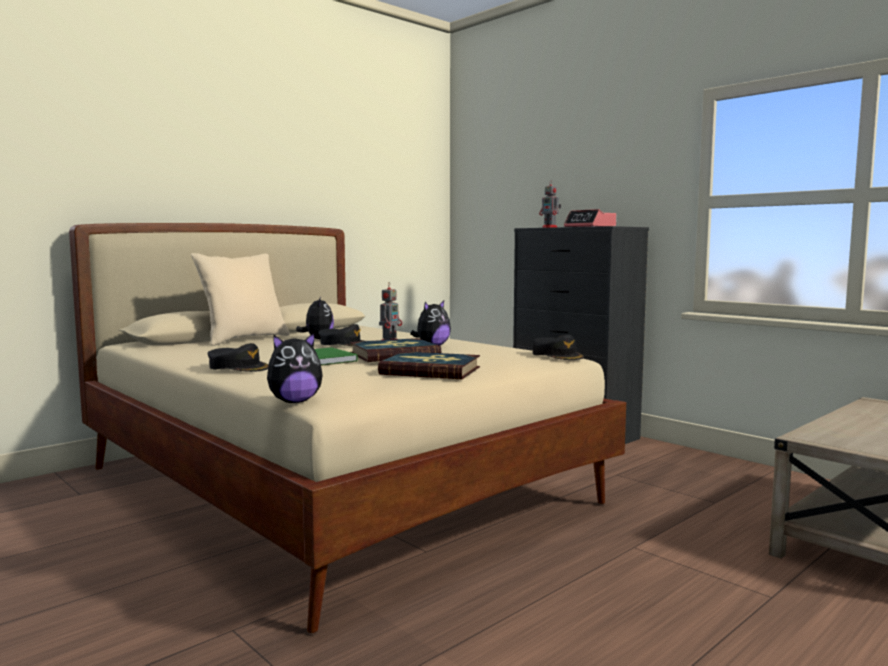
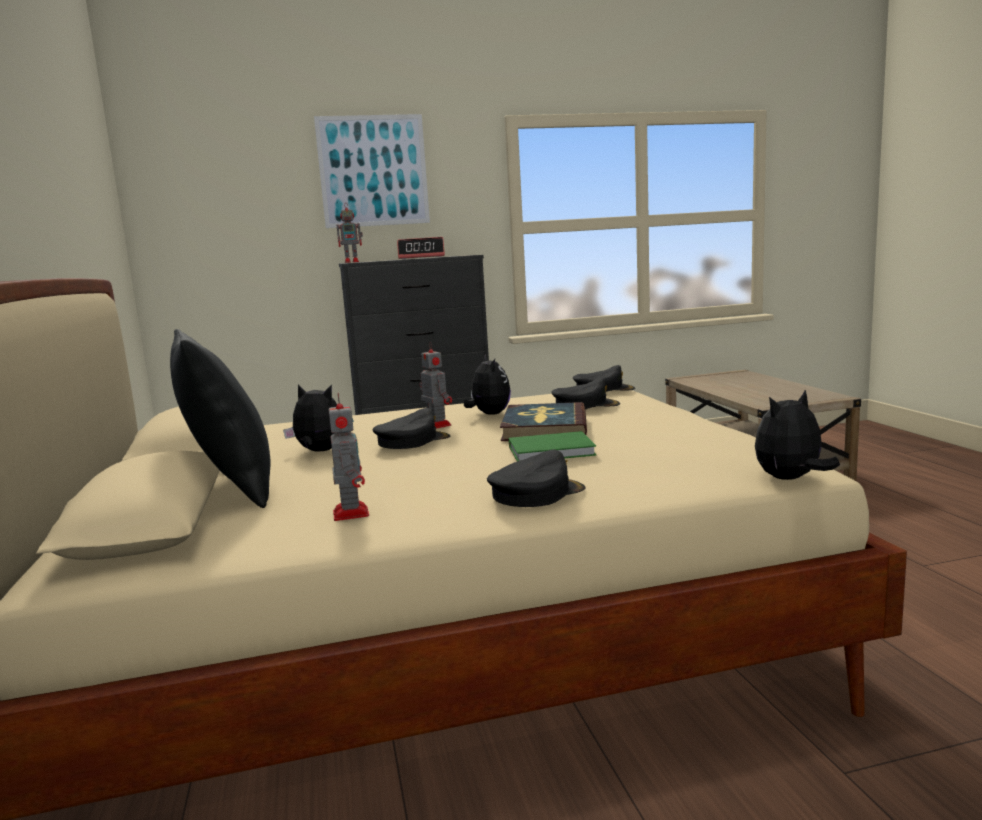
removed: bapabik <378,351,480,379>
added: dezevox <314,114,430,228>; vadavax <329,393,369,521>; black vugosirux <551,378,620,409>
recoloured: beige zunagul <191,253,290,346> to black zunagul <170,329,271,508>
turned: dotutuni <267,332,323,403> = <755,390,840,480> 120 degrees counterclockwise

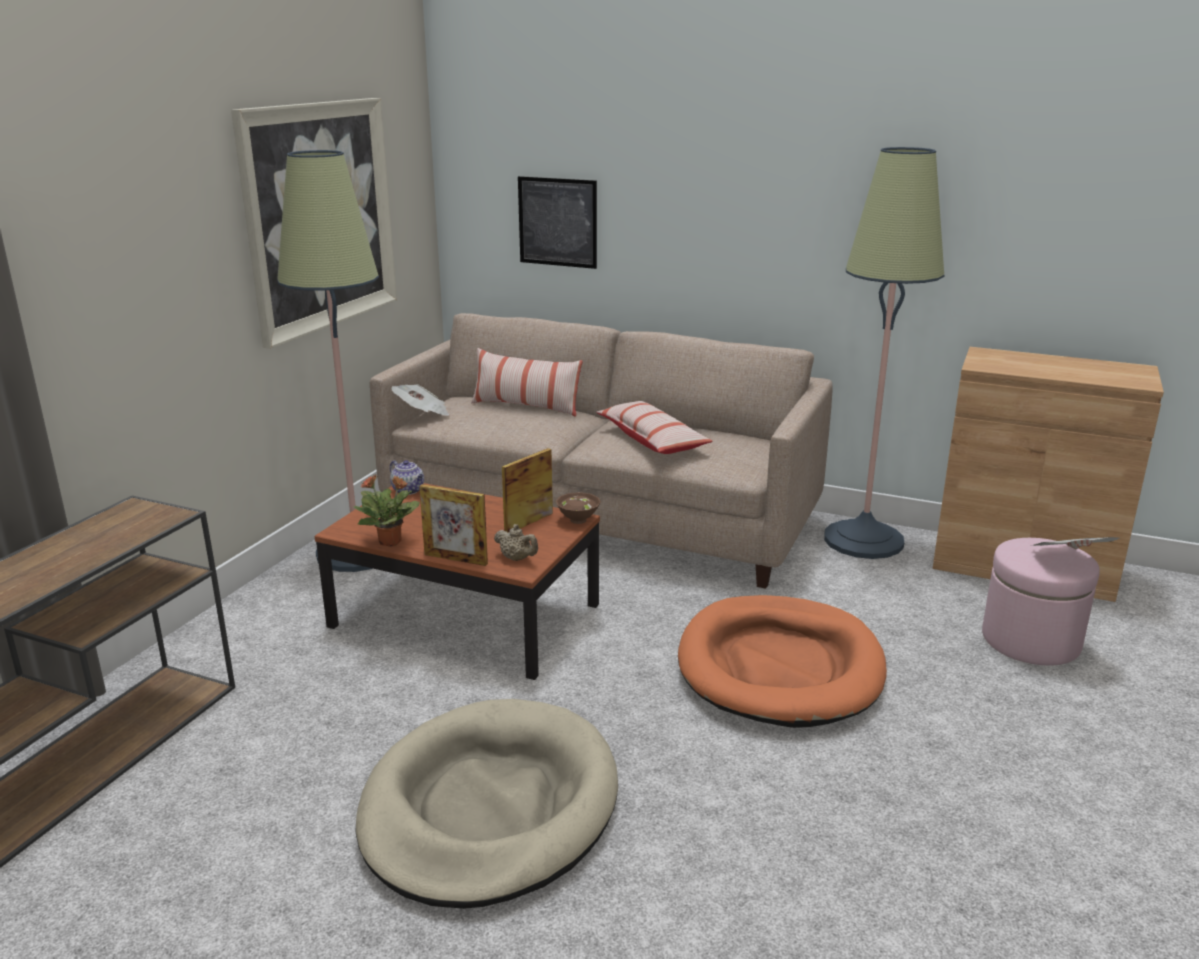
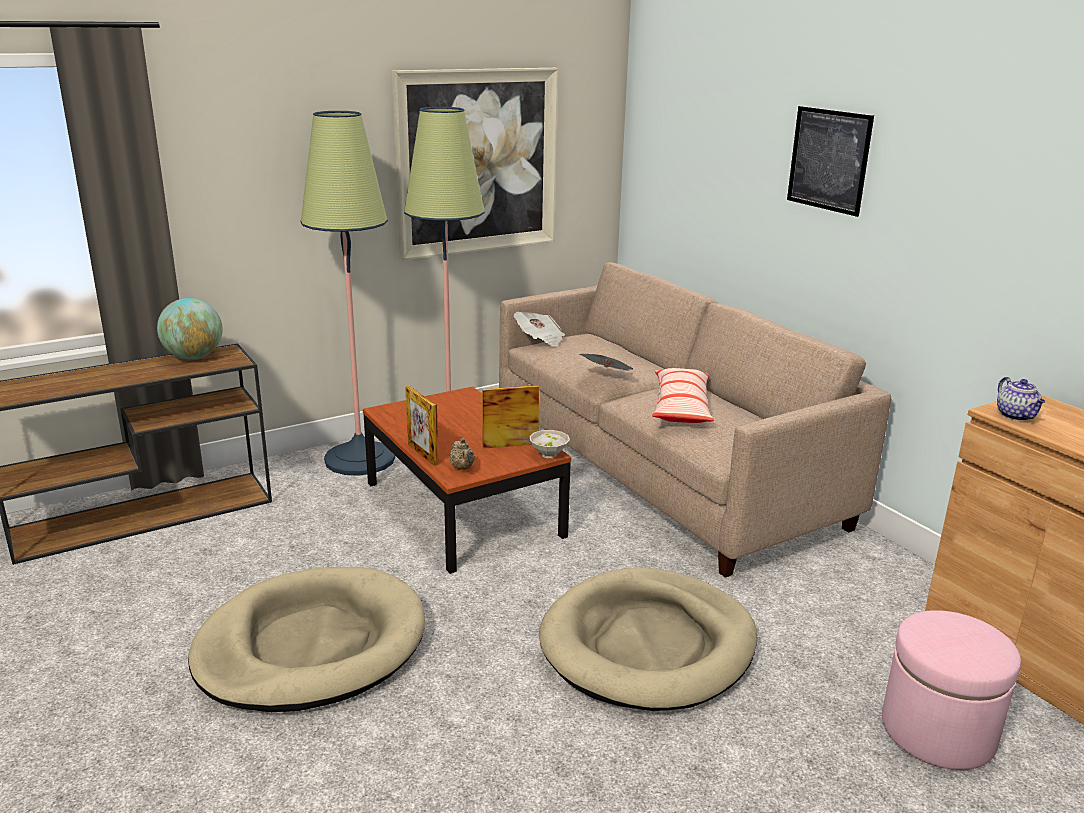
removed: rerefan <354,475,420,547>; zunagul <471,348,583,417>
added: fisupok <157,298,223,359>
moved: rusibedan <824,147,945,559> to <301,111,395,476>; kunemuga <1031,537,1119,549> to <580,354,633,370>; dezevox <518,176,597,269> to <787,106,874,217>; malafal <390,460,424,495> to <997,377,1045,421>
recoloured: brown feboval <556,492,601,524> to white feboval <529,430,570,458>; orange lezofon <678,595,887,728> to beige lezofon <539,568,757,711>

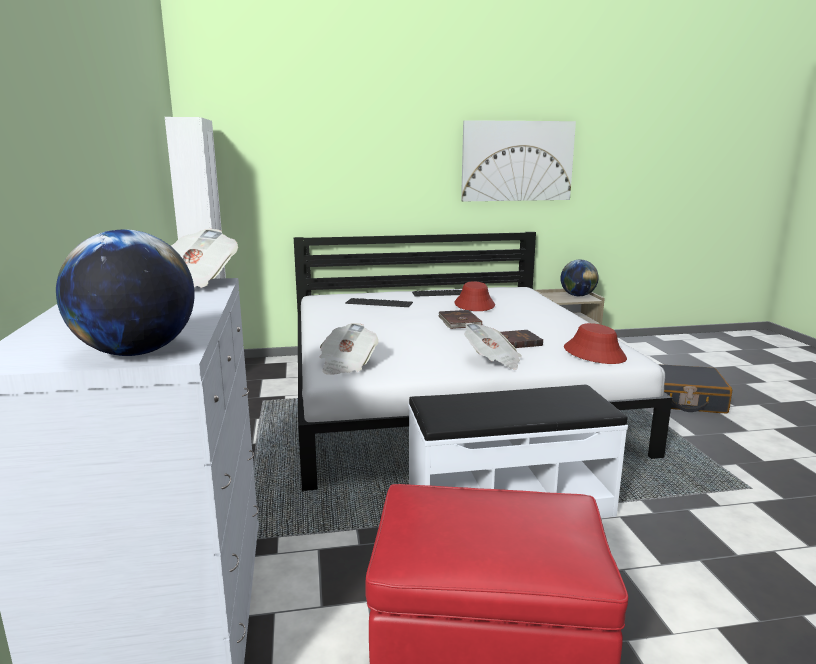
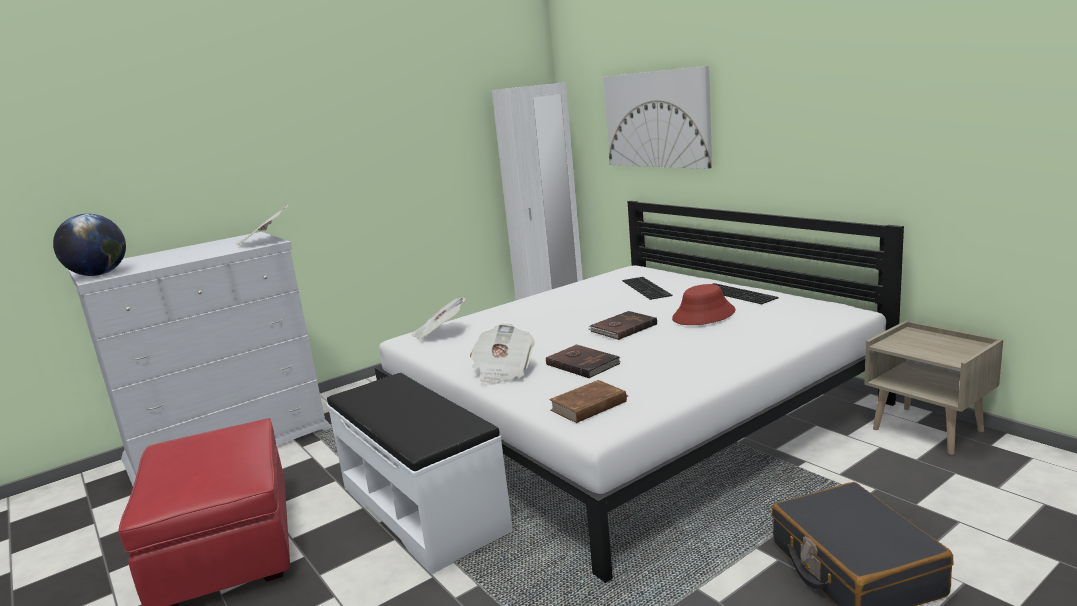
removed: fisupok <560,260,599,296>
moved: dezevox <461,120,576,202> to <603,66,712,169>
replaced: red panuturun <564,323,627,364> to brown bapabik <549,380,628,423>

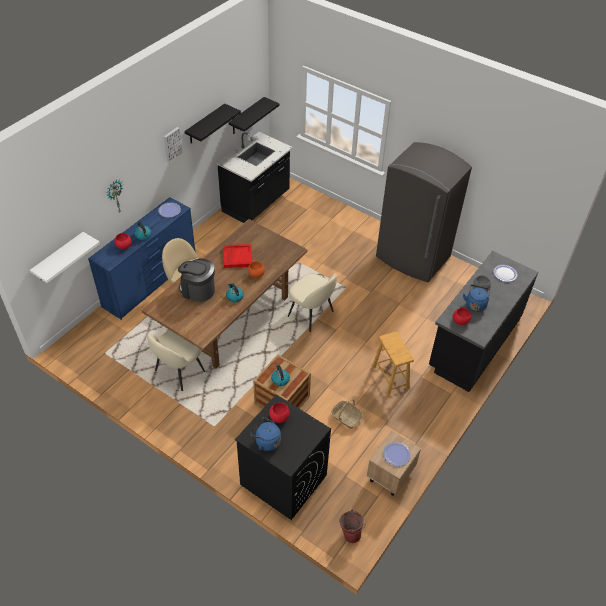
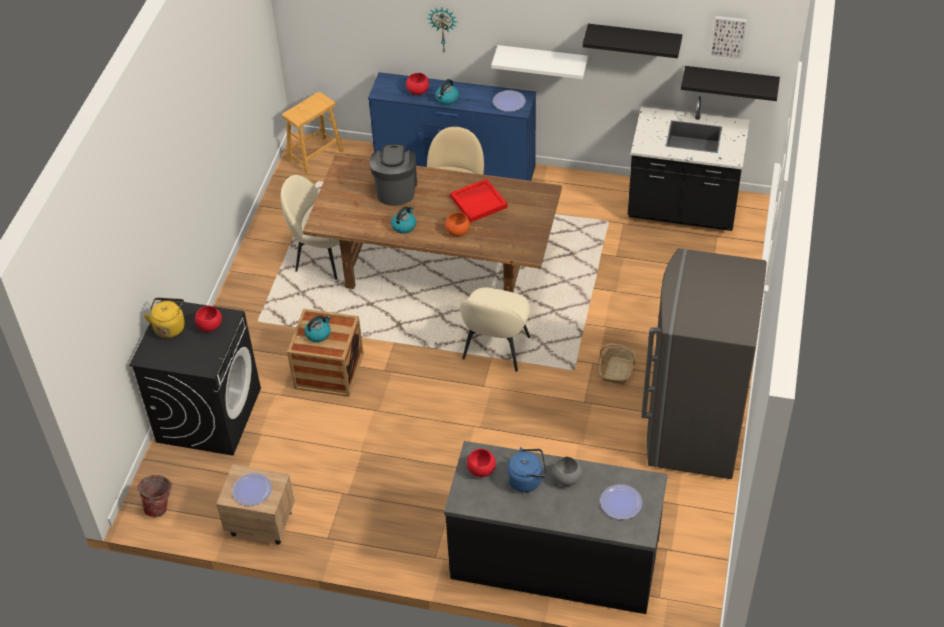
moved: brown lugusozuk <372,332,414,395> to <282,92,344,174>; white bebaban <30,232,100,283> to <491,45,588,79>; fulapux <331,399,363,429> to <599,344,636,385>; dezevox <164,127,183,162> to <711,16,747,59>
recoloured: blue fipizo <251,417,281,451> to yellow fipizo <143,298,185,338>

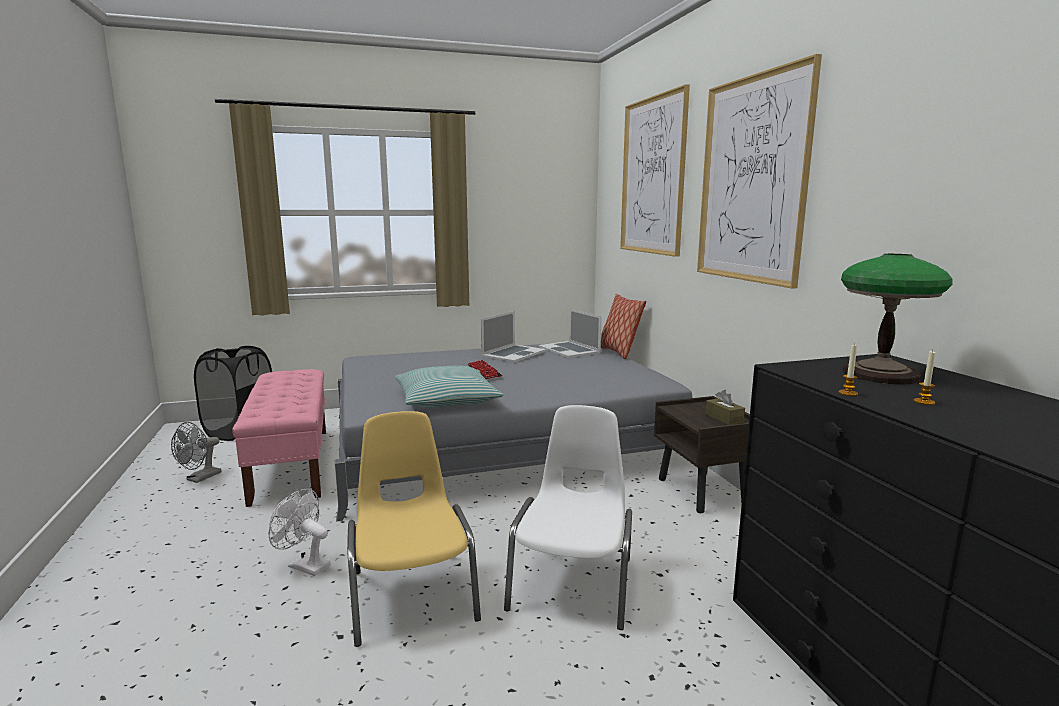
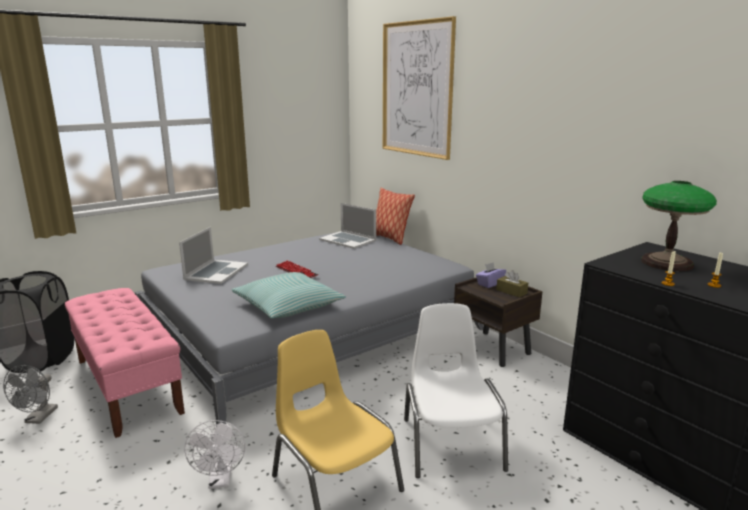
removed: dezevox <697,54,822,288>
added: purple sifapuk <476,262,506,288>
moved: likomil <481,311,546,363> to <179,227,248,284>
turned: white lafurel <268,489,331,576> = <184,420,245,489> 105 degrees counterclockwise

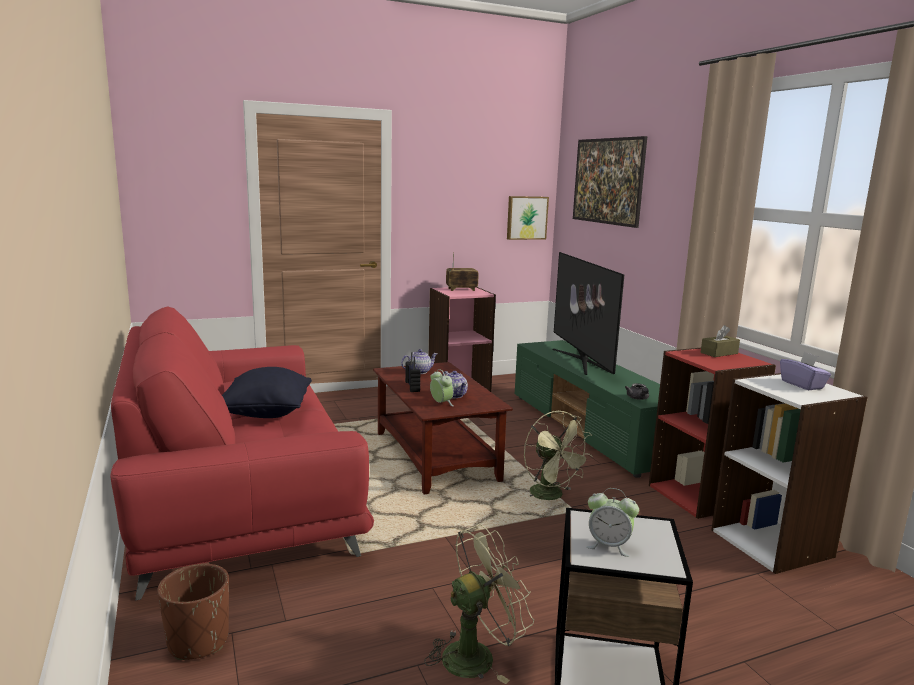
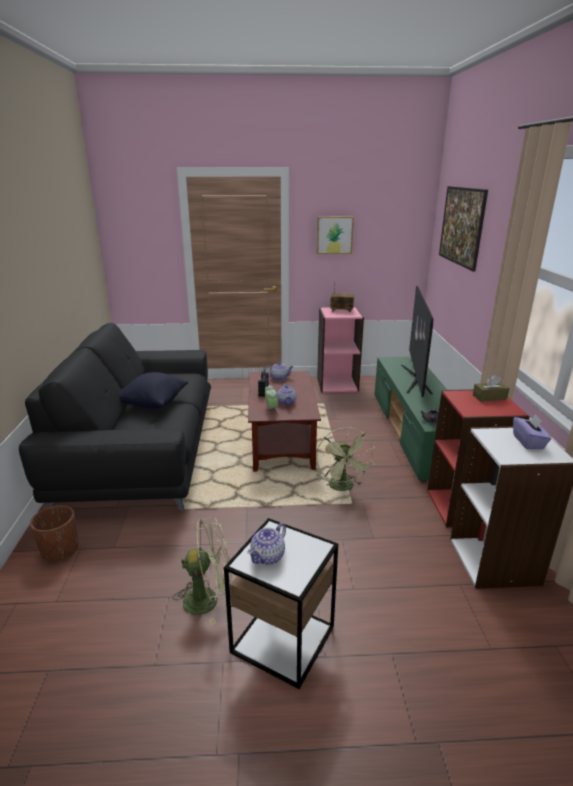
moved: dezevox <507,196,549,240> to <317,216,354,254>
replaced: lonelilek <587,488,639,557> to malafal <247,523,286,565>
recoloured: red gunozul <110,306,374,600> to black gunozul <19,323,211,511>

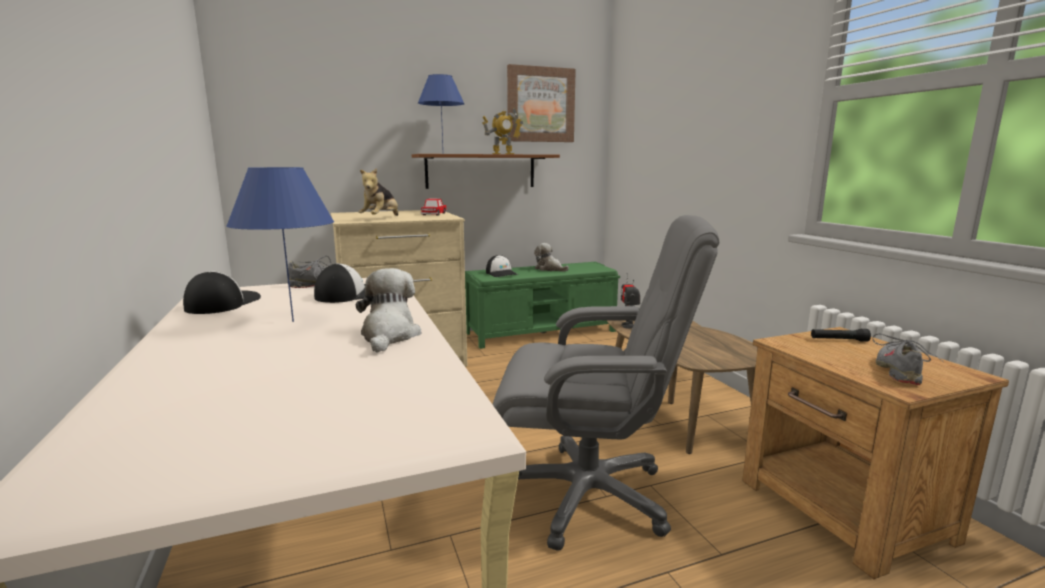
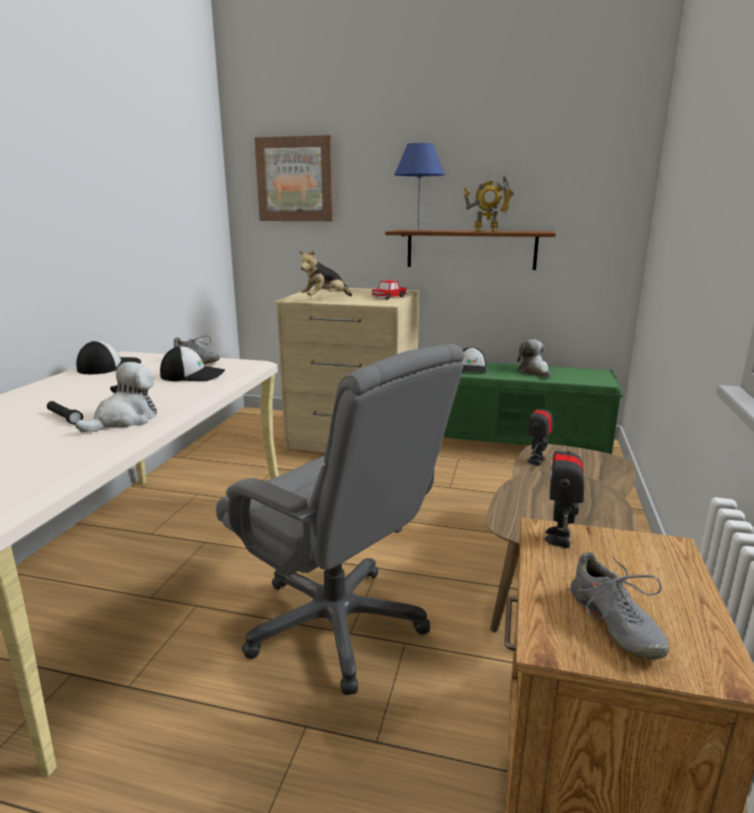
removed: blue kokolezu <226,167,334,322>
added: vadavax <544,428,584,548>
moved: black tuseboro <811,329,871,342> to <47,401,83,425>; dezevox <507,64,576,142> to <254,135,334,221>
turned: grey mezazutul <872,333,943,385> = <566,552,669,659> 105 degrees clockwise

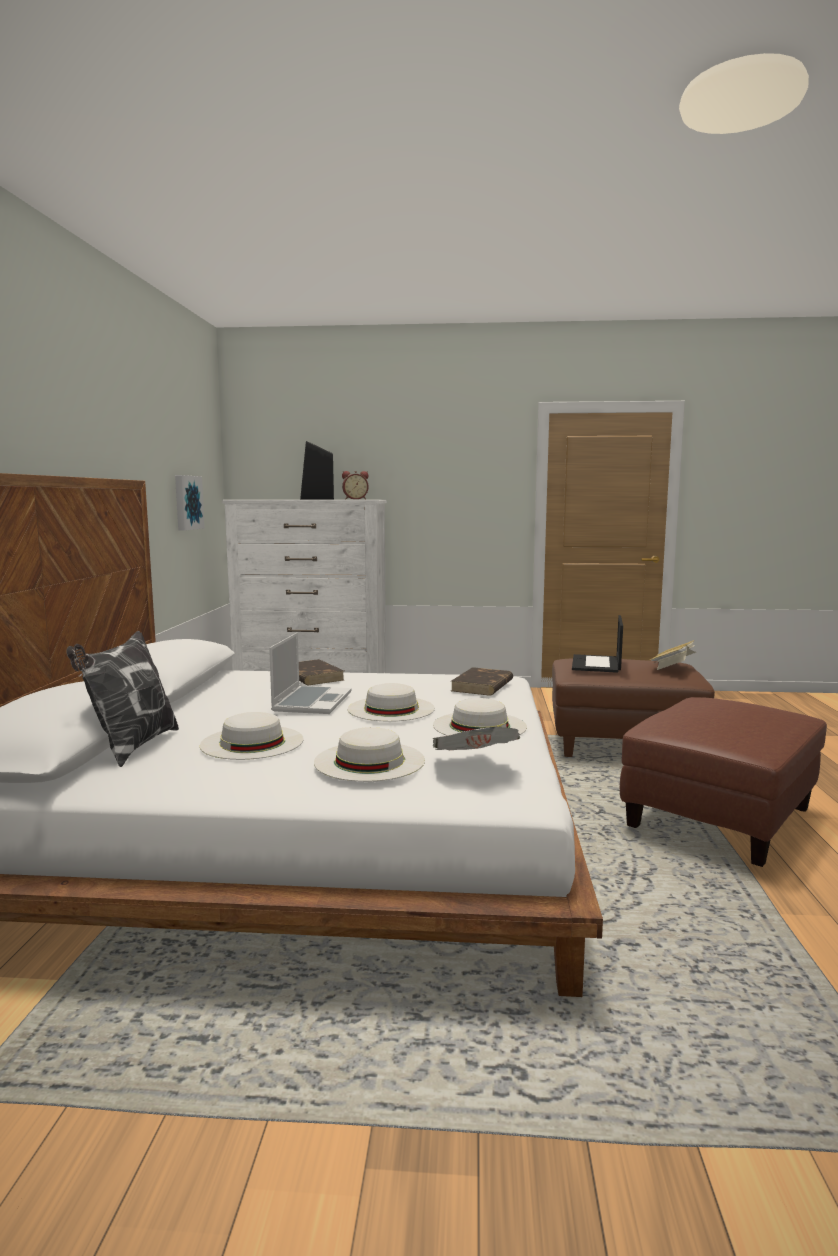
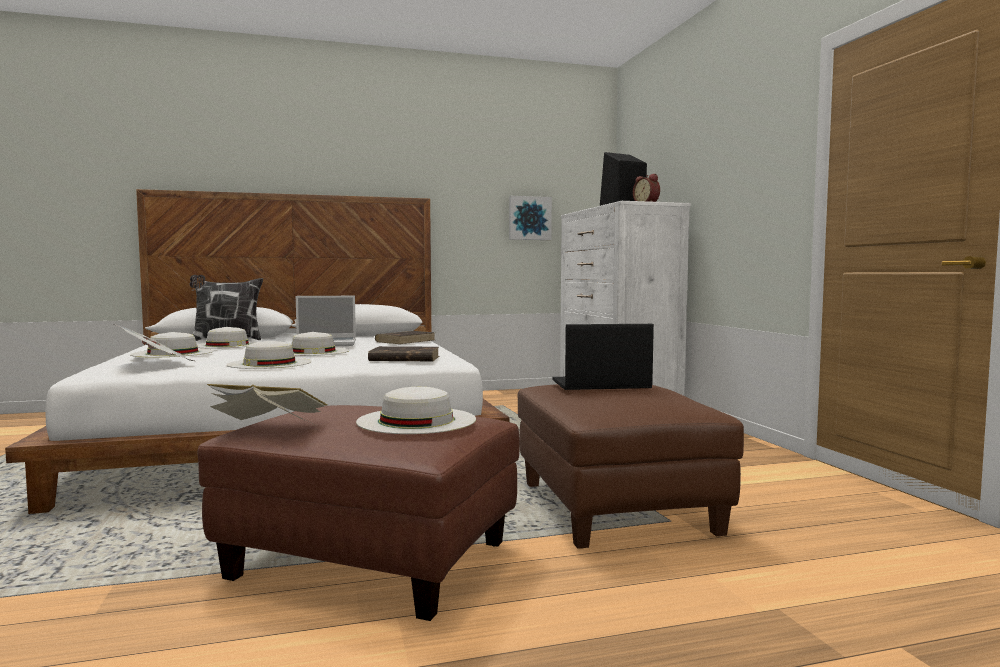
added: white panuturun <356,387,476,434>
moved: bapabik <650,640,696,670> to <207,384,328,423>

